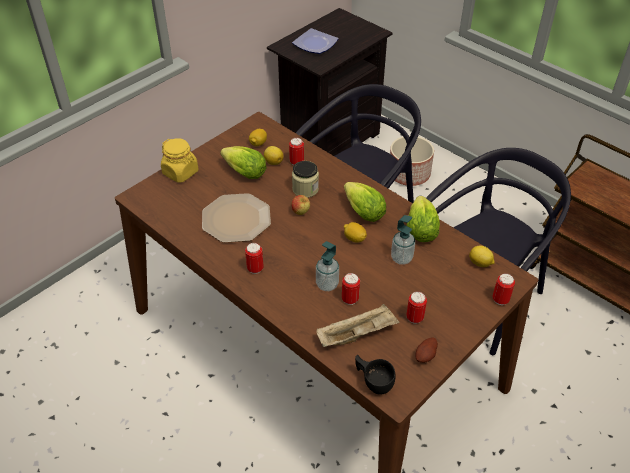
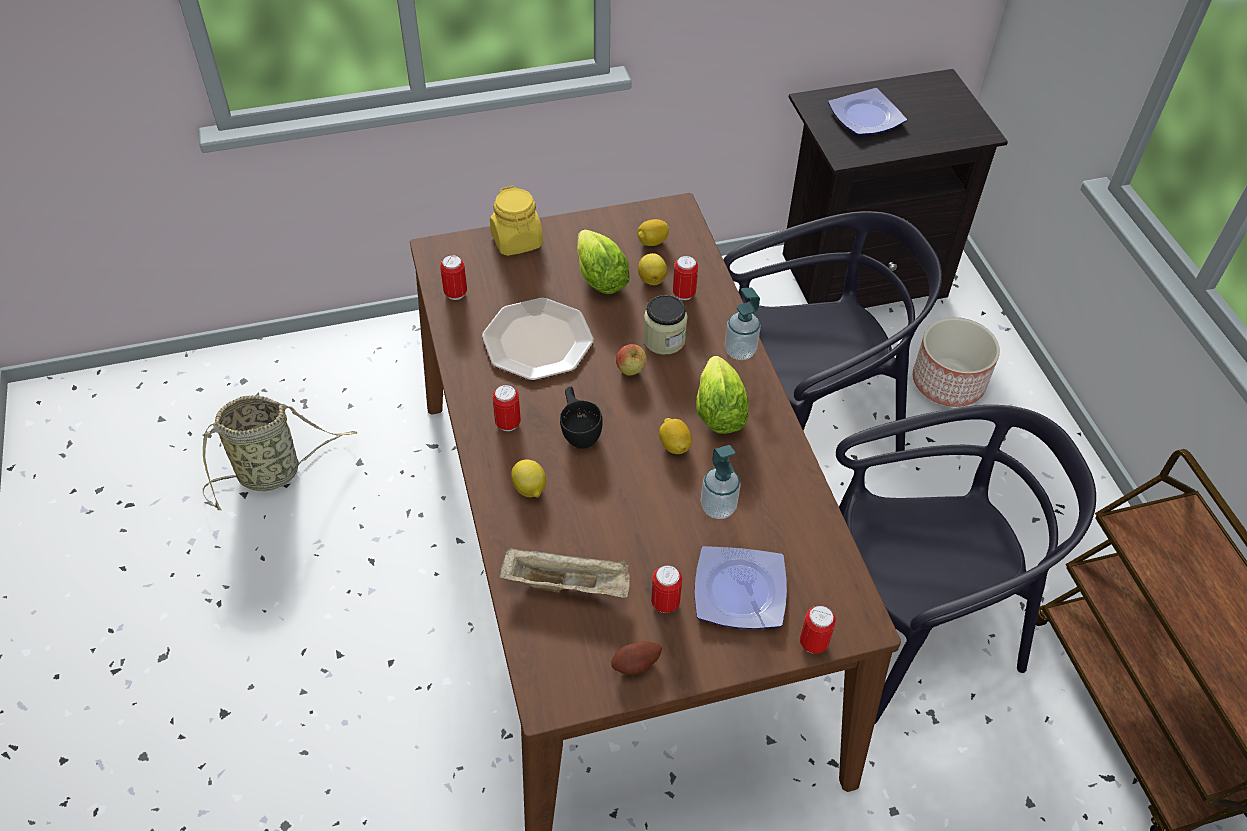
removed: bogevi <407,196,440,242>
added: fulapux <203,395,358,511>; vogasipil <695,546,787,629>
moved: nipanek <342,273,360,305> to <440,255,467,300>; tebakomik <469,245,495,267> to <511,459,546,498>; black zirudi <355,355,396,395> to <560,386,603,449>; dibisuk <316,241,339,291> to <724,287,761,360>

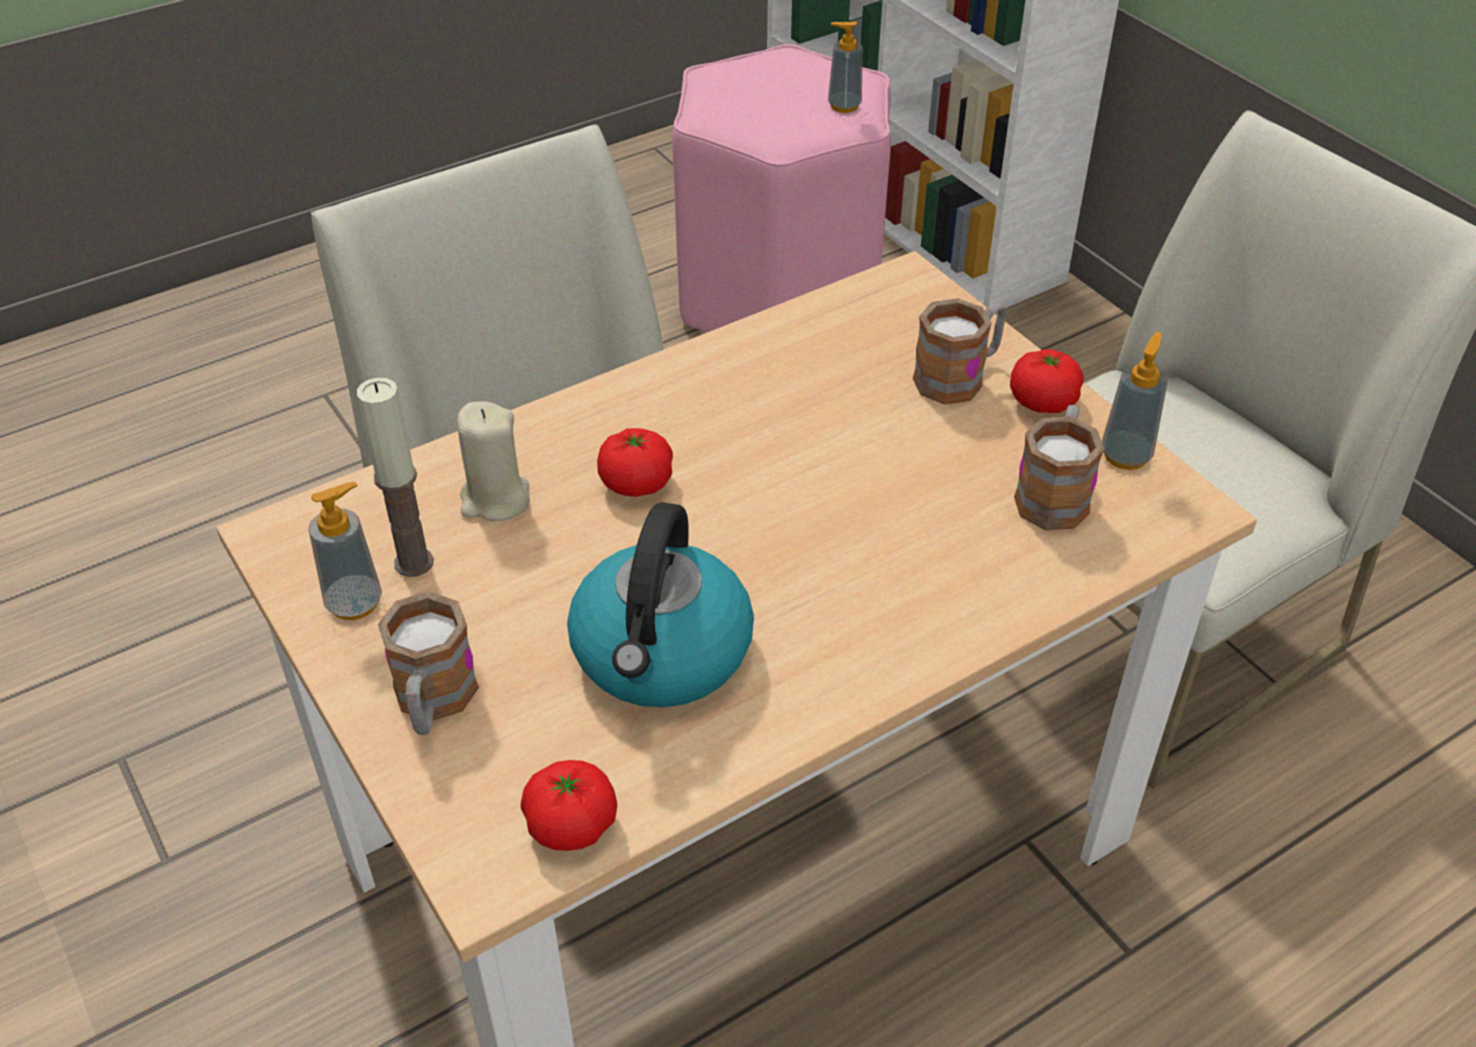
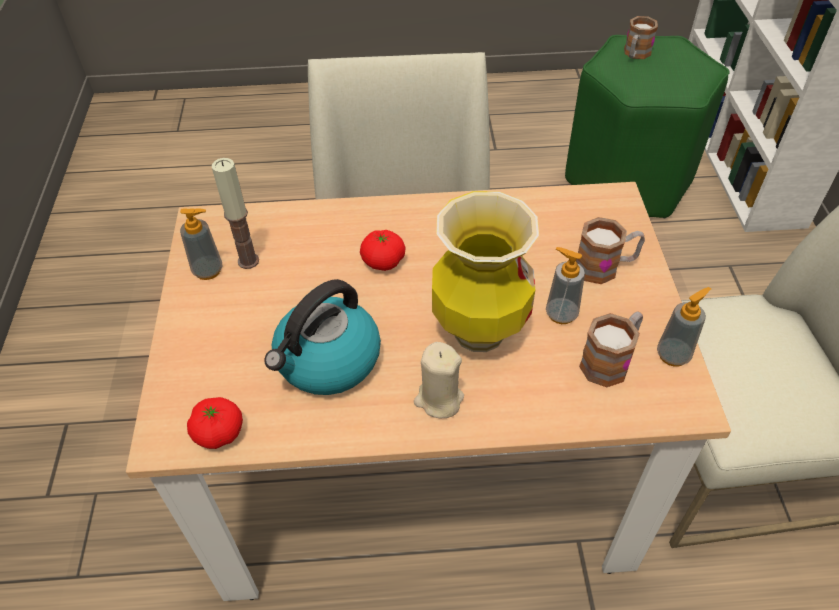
removed: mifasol <1010,349,1084,413>
added: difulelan <432,191,539,352>
moved: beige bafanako <457,401,530,521> to <414,342,464,418>; dibisuk <828,22,862,113> to <546,247,585,324>; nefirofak <378,592,479,735> to <624,16,658,59>
recoloured: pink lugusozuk <672,44,891,332> to green lugusozuk <565,35,729,218>

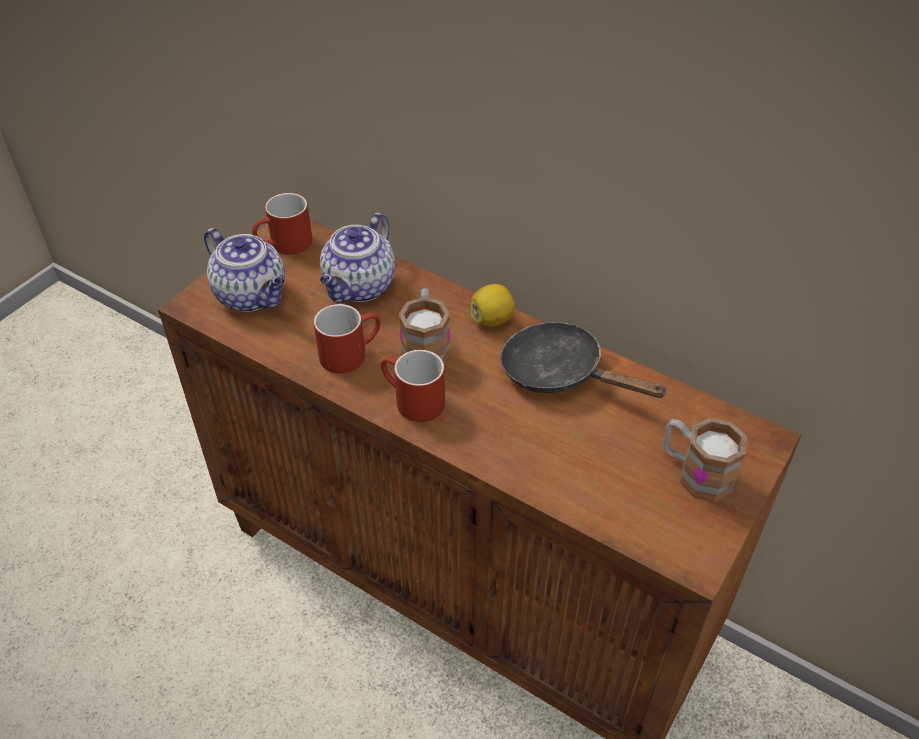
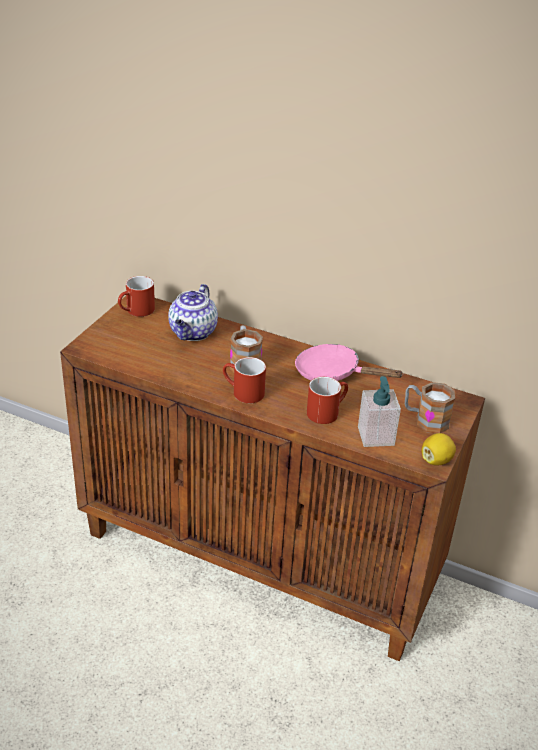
removed: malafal <204,228,285,312>
added: dibisuk <358,376,401,447>
moved: red nefirofak <314,304,381,374> to <307,377,348,424>; tebakomik <470,284,515,327> to <421,433,456,466>
recoloured: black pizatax <500,322,668,398> to pink pizatax <295,344,404,381>

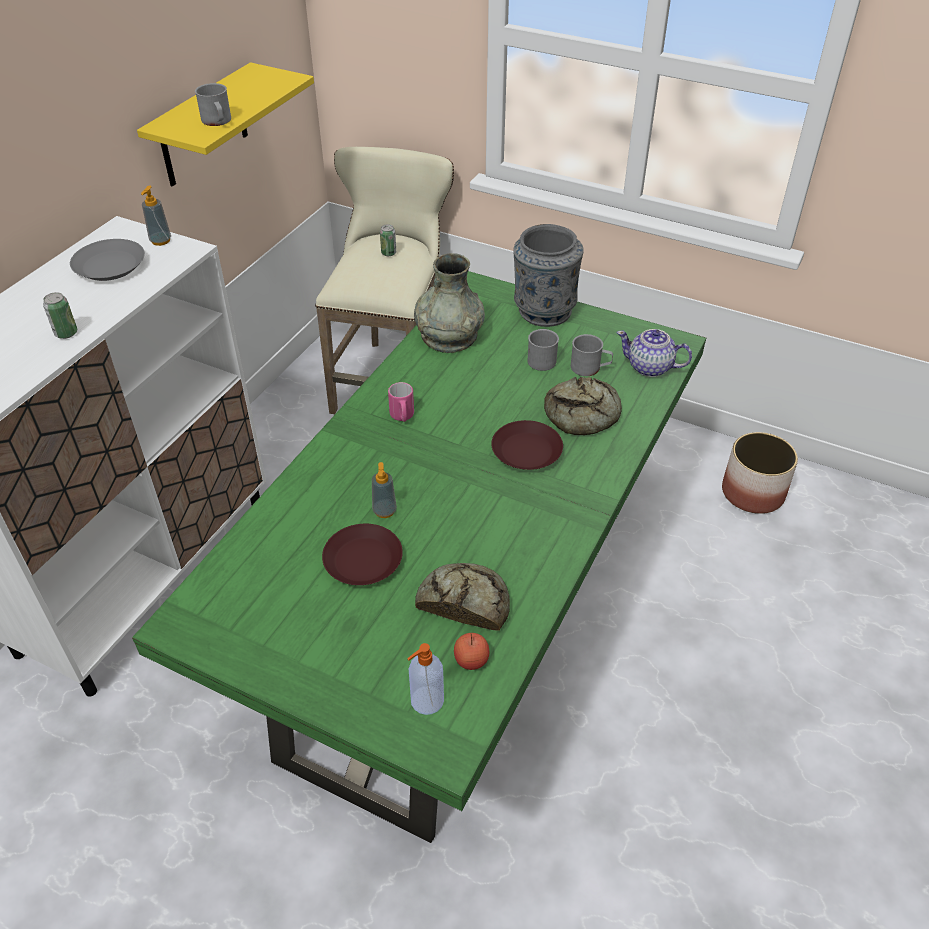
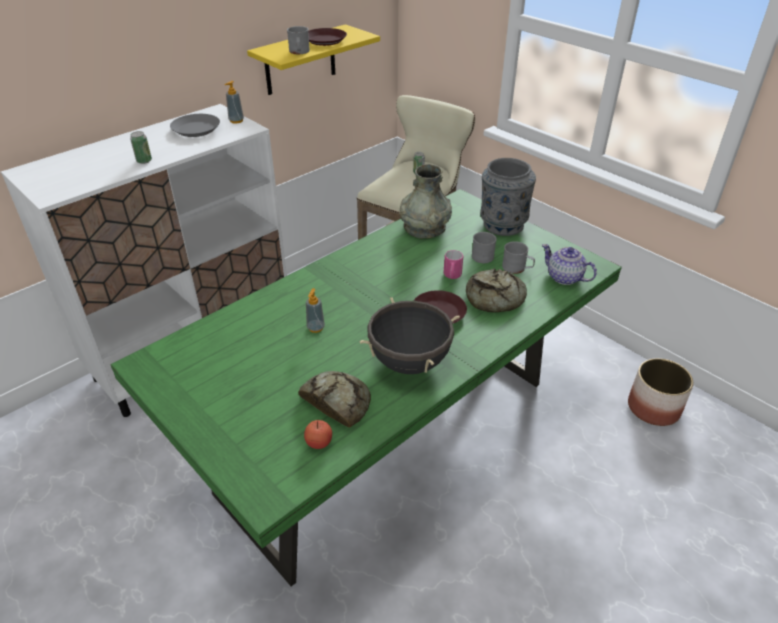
removed: dibisuk <407,643,444,715>
added: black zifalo <359,297,460,374>
moved: brown vogasipil <322,524,403,585> to <308,28,347,46>; pink nefirofak <388,382,414,422> to <444,250,463,279>

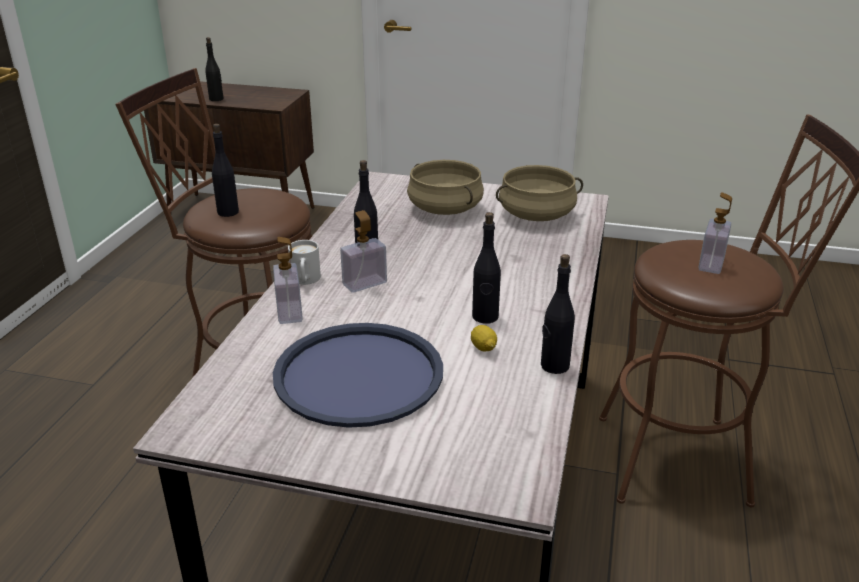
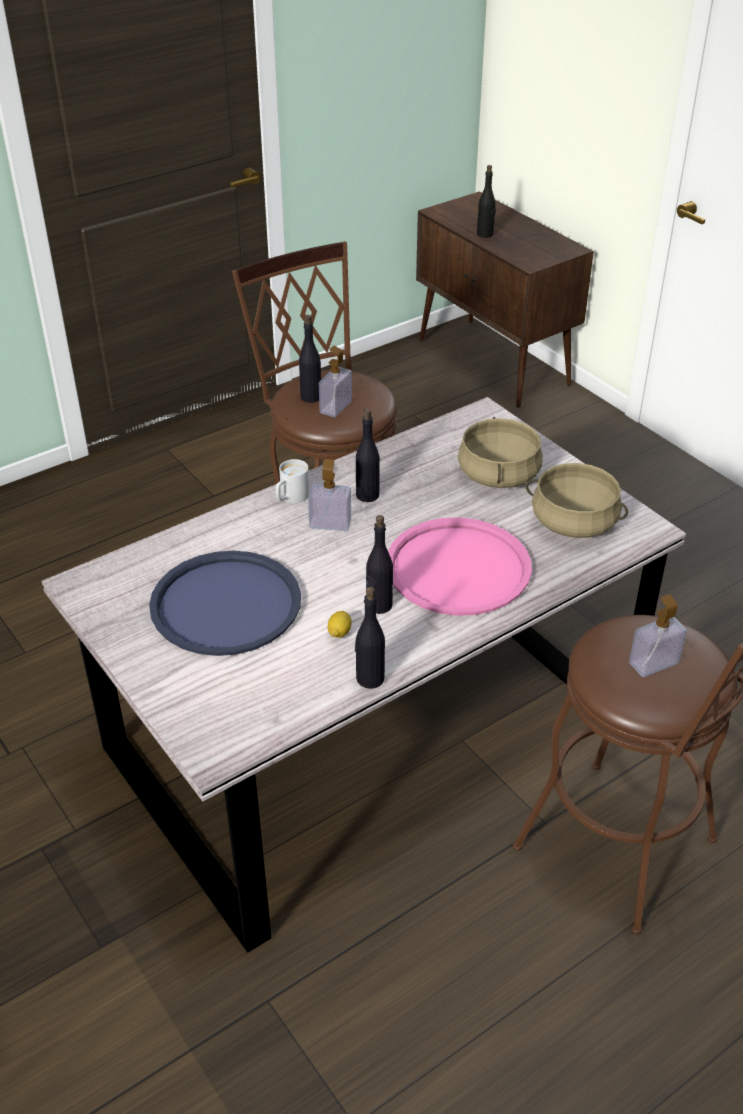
added: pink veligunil <388,517,532,616>
moved: dibisuk <273,237,303,324> to <319,346,352,417>

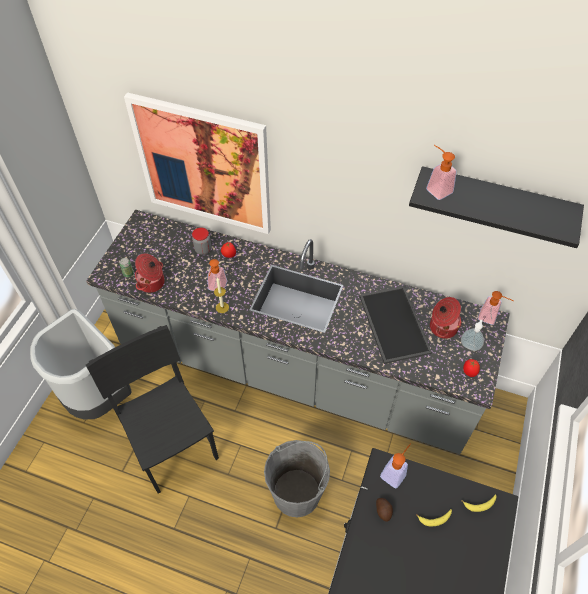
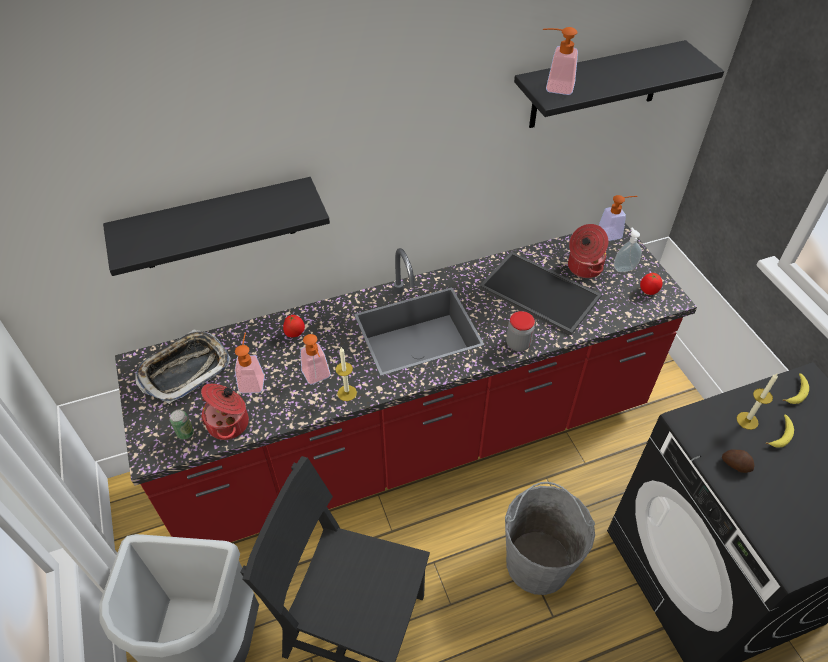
added: veligunil <135,329,230,404>; bafanako <737,374,778,430>
moved: dibisuk <380,444,411,488> to <235,332,265,393>; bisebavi <192,227,211,255> to <506,311,535,352>
replaced: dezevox <124,92,271,234> to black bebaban <103,177,330,276>
recoloured: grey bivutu <86,210,510,454> to red bivutu <115,223,697,542>

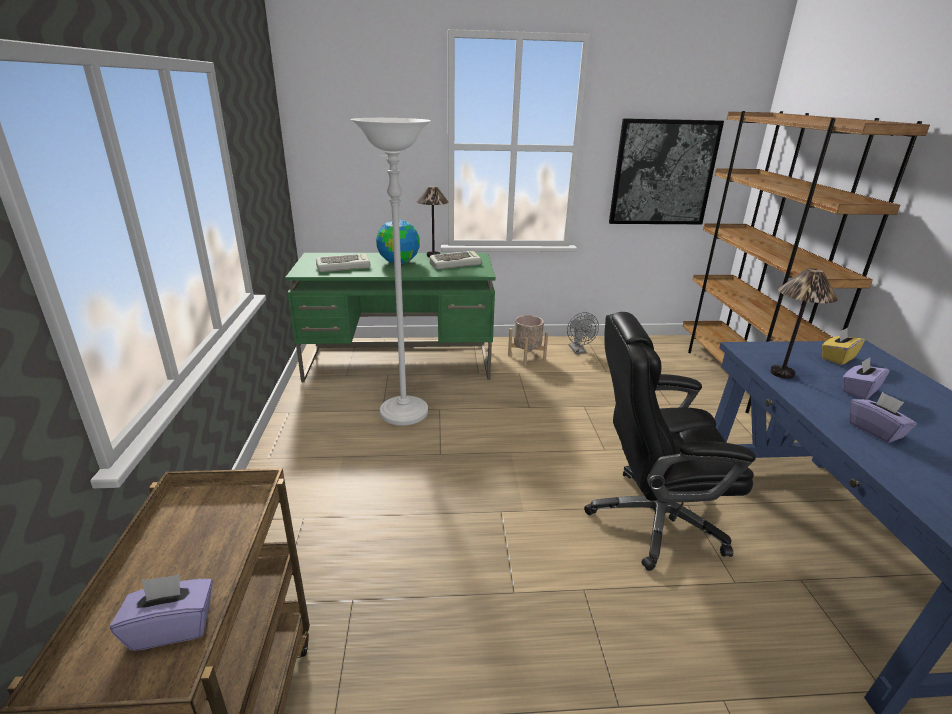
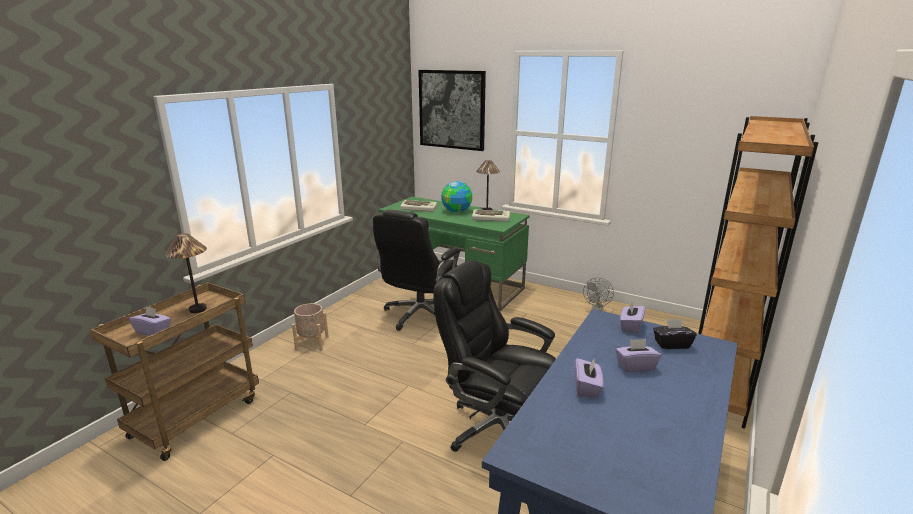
added: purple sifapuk <620,302,645,334>
moved: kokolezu <770,268,838,379> to <165,233,207,313>; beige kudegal <508,315,548,366> to <292,303,329,351>; dezevox <609,118,724,224> to <418,70,486,151>
replaced: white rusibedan <351,118,431,426> to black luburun <373,210,461,331>
recoloured: yellow sifapuk <822,328,865,365> to black sifapuk <653,319,696,349>

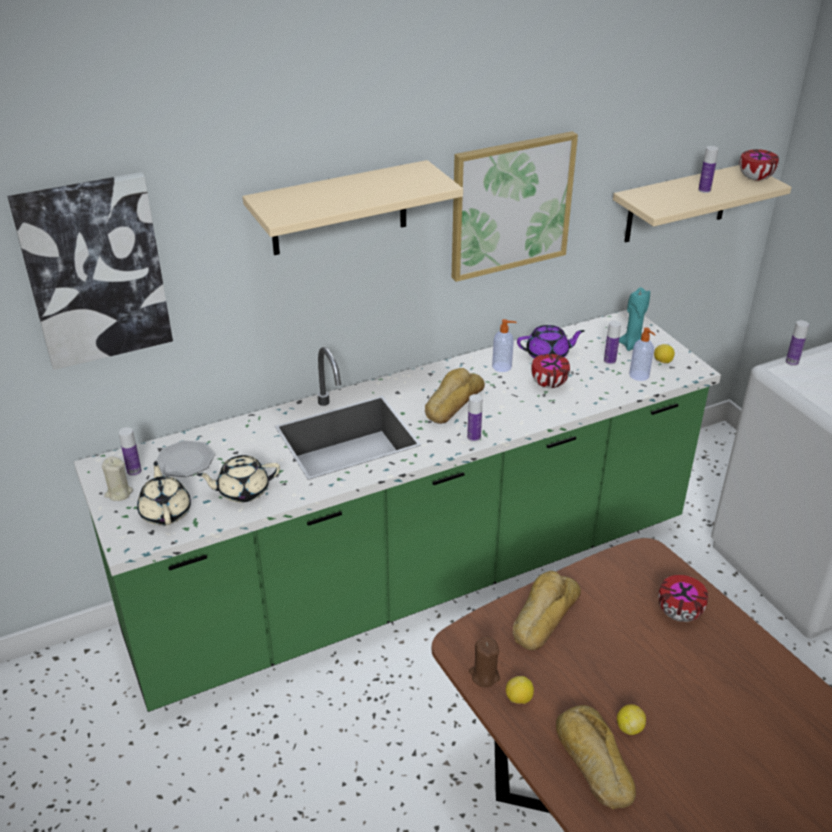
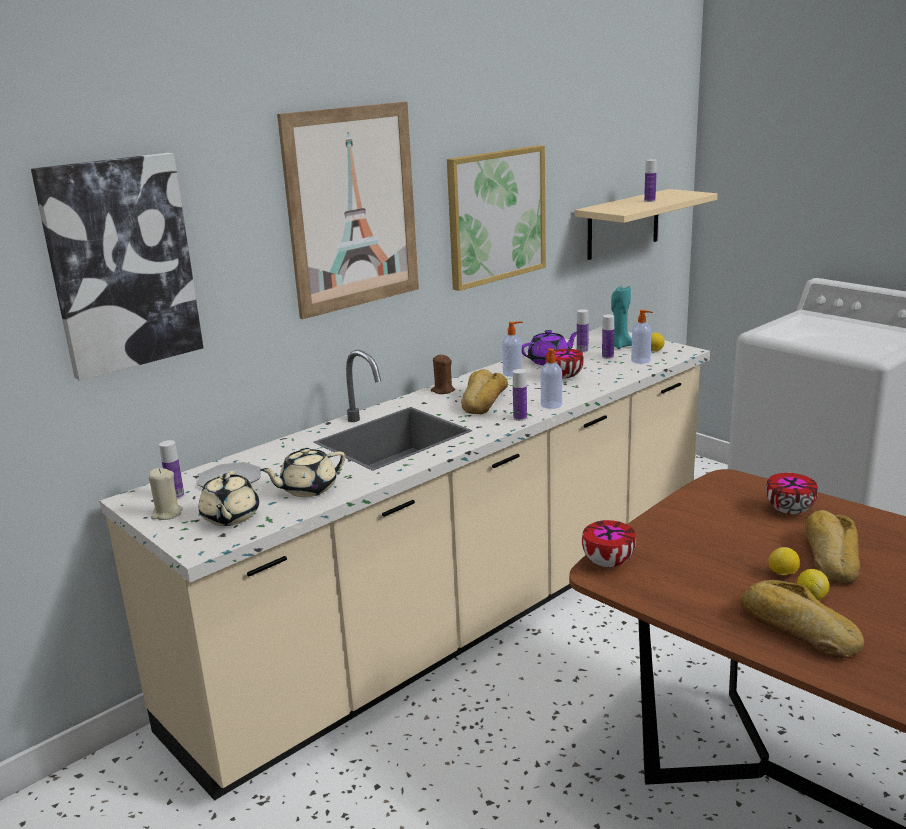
added: dibisuk <540,348,562,409>
moved: brown bafanako <469,636,500,687> to <431,355,455,394>; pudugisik <786,320,809,366> to <577,309,589,353>; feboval <739,149,779,180> to <582,520,636,567>; tebakomik <506,676,534,704> to <769,547,800,575>; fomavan <512,571,581,650> to <805,510,860,584>
replaced: beige bebaban <242,160,463,255> to dezevox <277,102,419,319>
recoloured: green bivutu <74,310,721,712> to beige bivutu <100,327,710,801>
turned: beige malafal <137,461,191,525> = <199,471,259,526> 150 degrees counterclockwise

